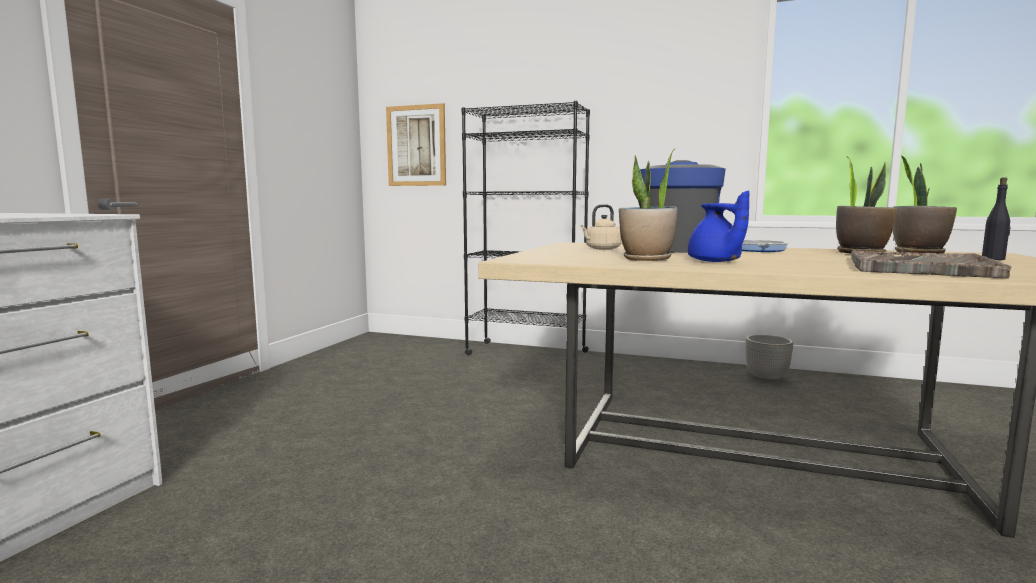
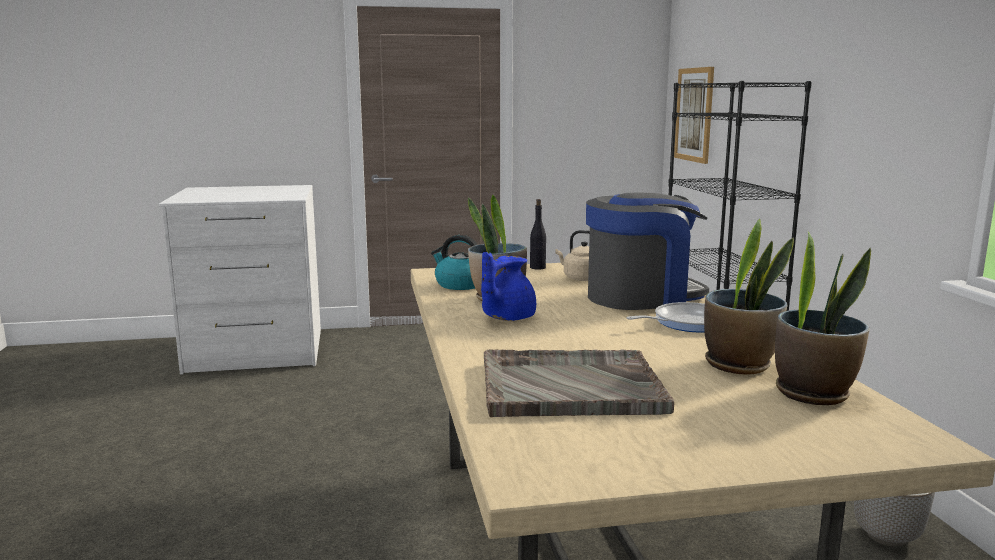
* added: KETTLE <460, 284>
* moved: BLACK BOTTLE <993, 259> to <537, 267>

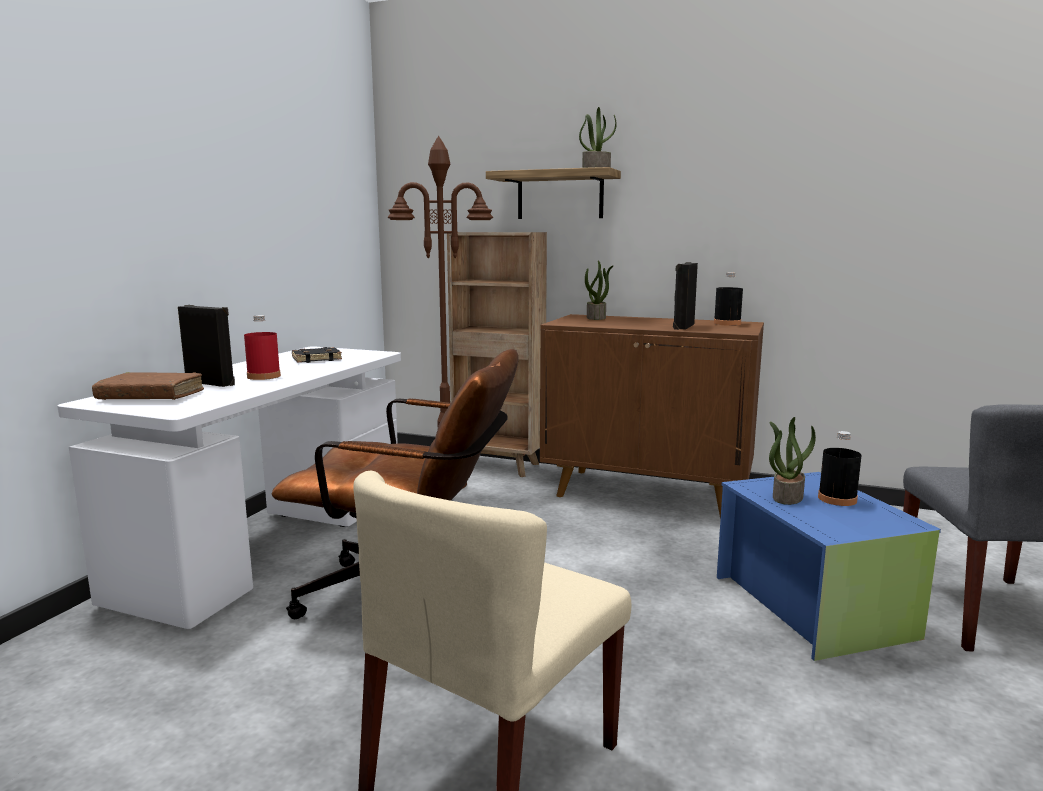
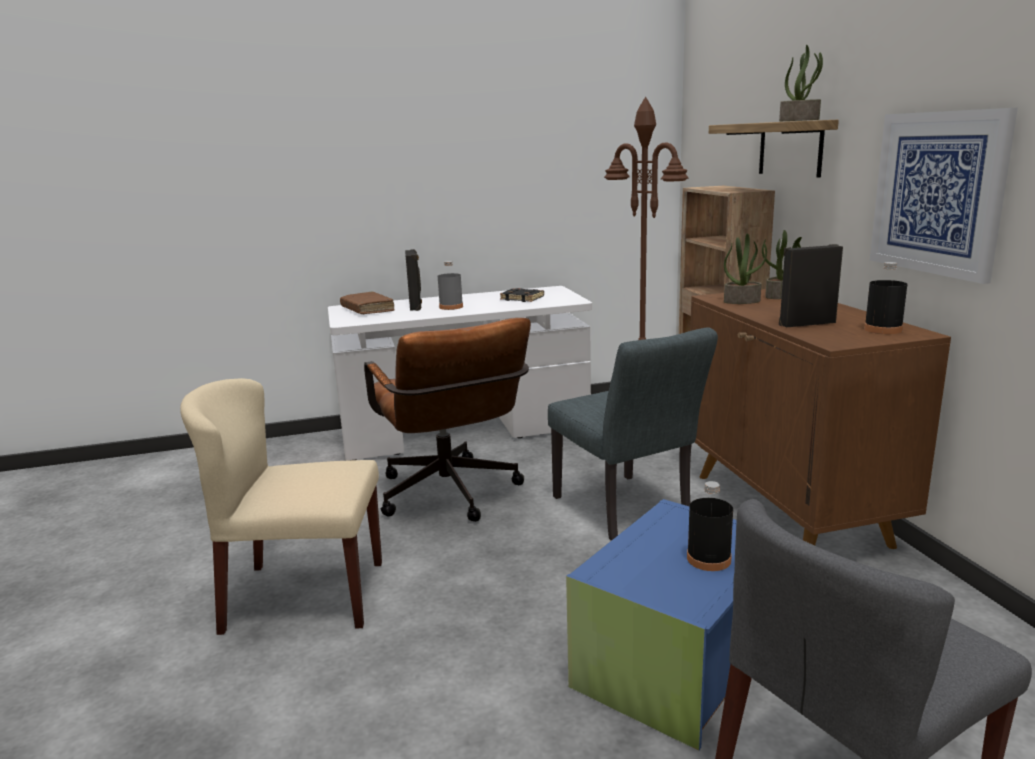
* added: GREY CHAIR <627, 511>
* added: PICTURE <937, 193>
* moved: POTTED PLANT <787, 496> to <742, 301>
* recoloured: RED BOTTLE <264, 376> to GREY BOTTLE <451, 307>

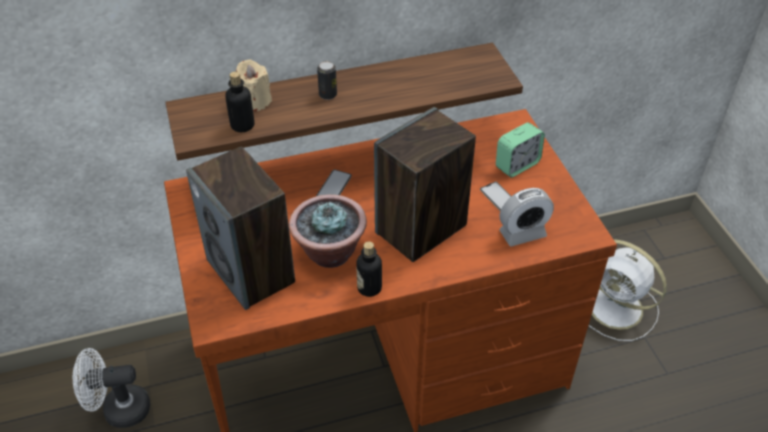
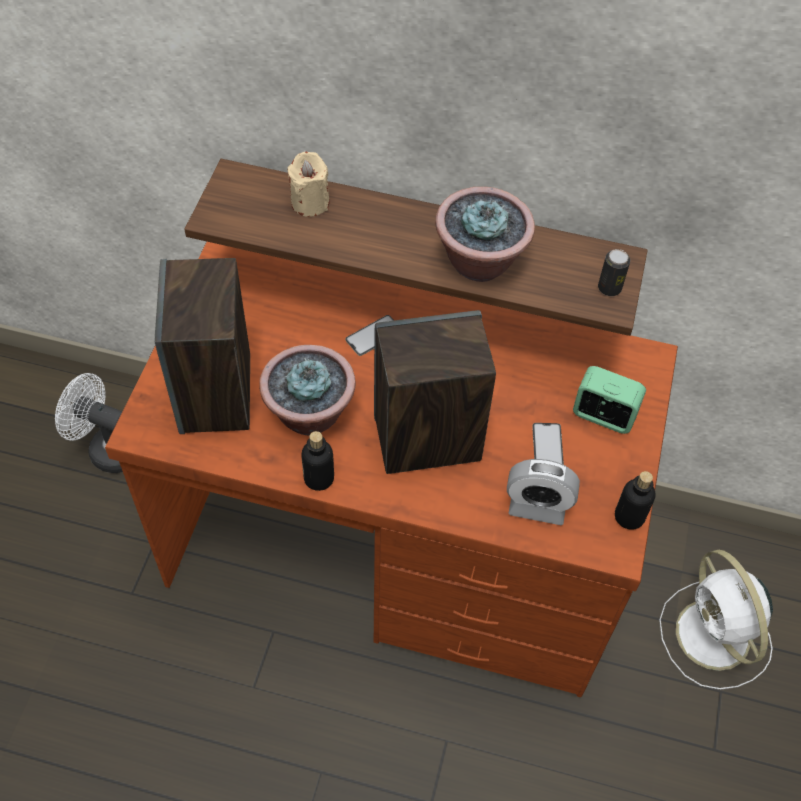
* added: POTTED PLANT <480, 262>
* moved: BOTTLE <242, 125> to <629, 517>
* moved: CAN <328, 95> to <609, 288>
* turned: ALARM CLOCK <517, 165> = <603, 416> 150 degrees counterclockwise

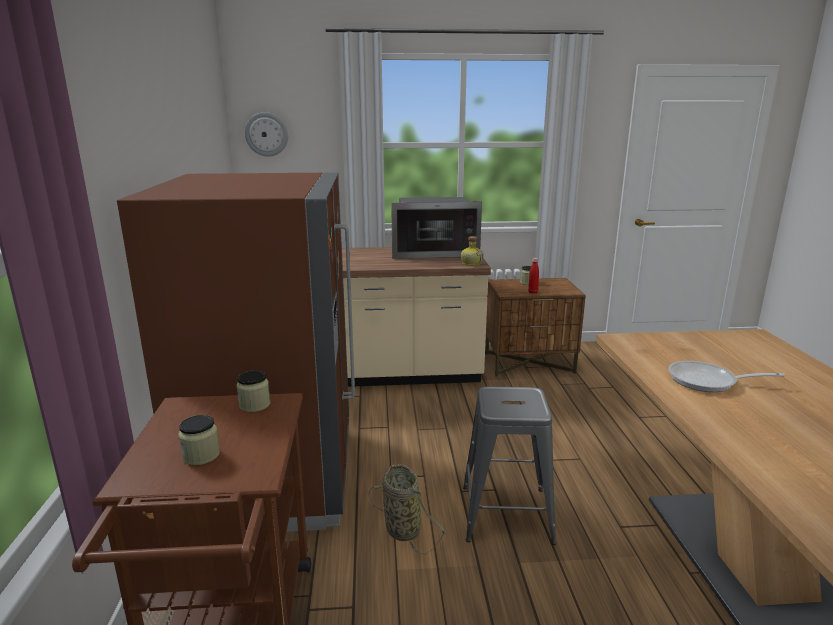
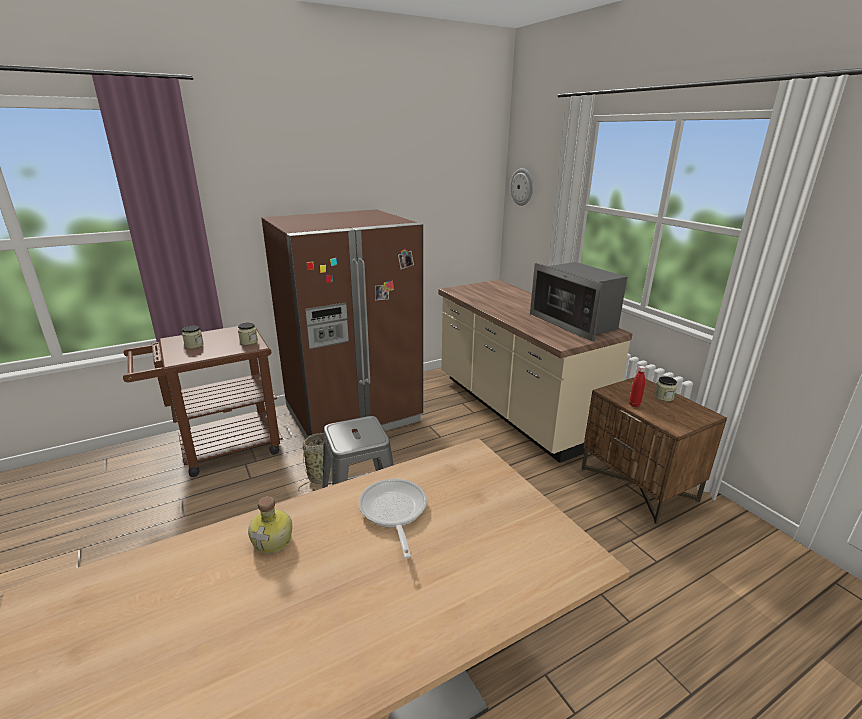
* moved: BOTTLE <471, 263> to <274, 540>

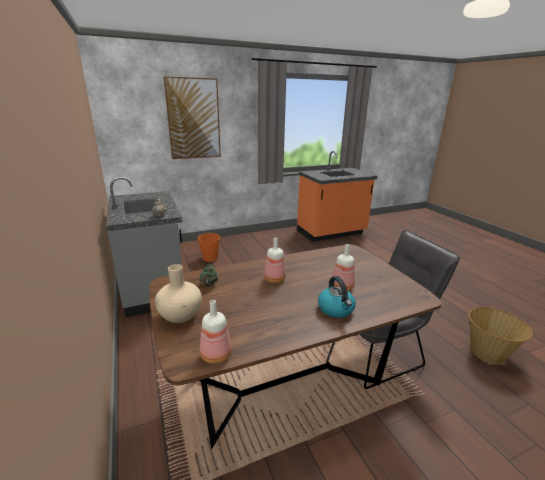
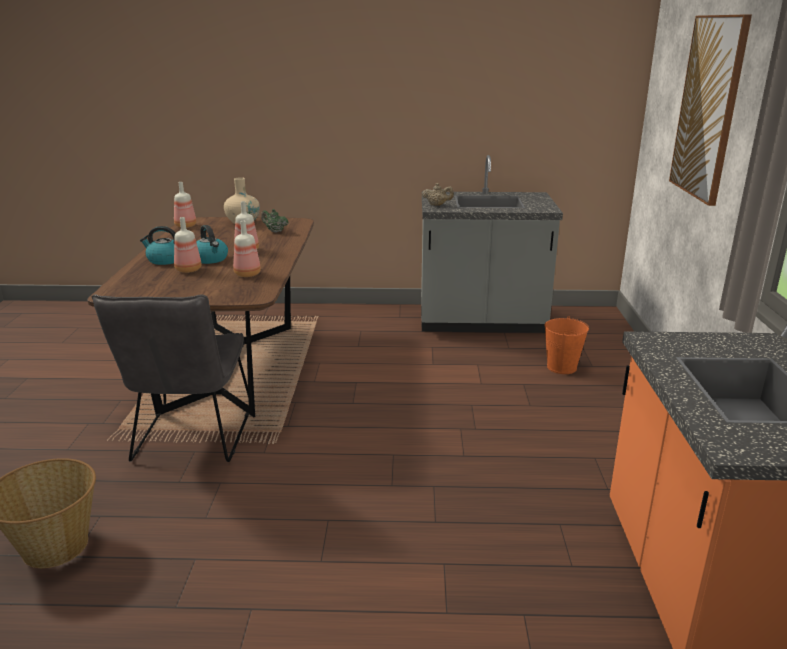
* added: KETTLE <210, 259>
* added: BOTTLE <247, 274>

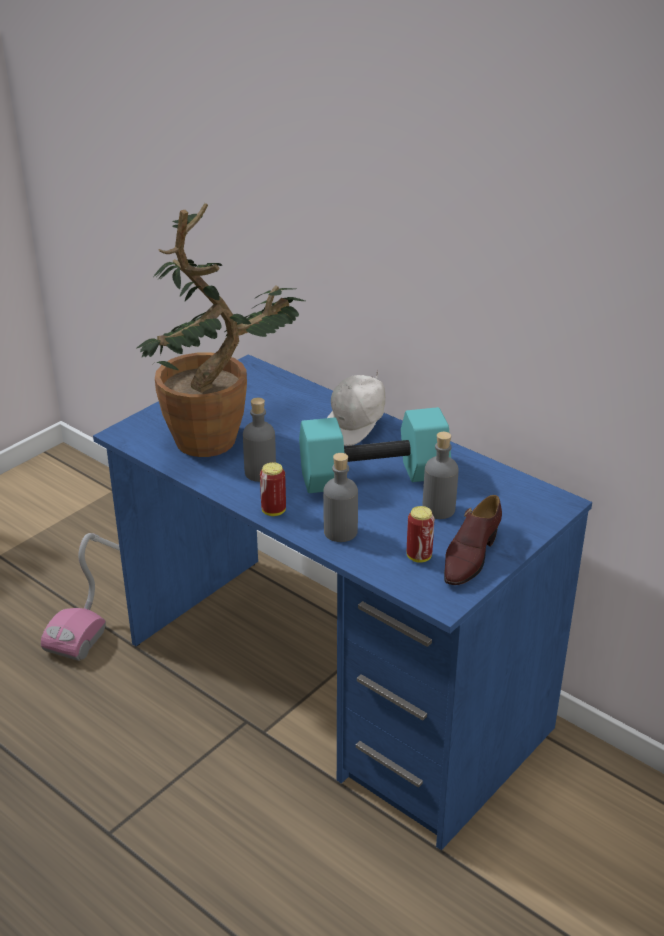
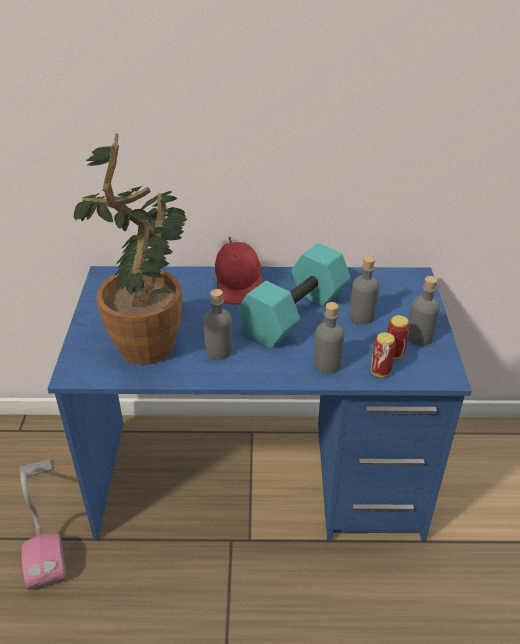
* moved: CAN <273, 511> to <380, 372>
* replaced: BROWN SHOE <470, 556> to GREY BOTTLE <419, 337>
* recoloured: WHITE CAP <356, 428> to RED CAP <239, 285>

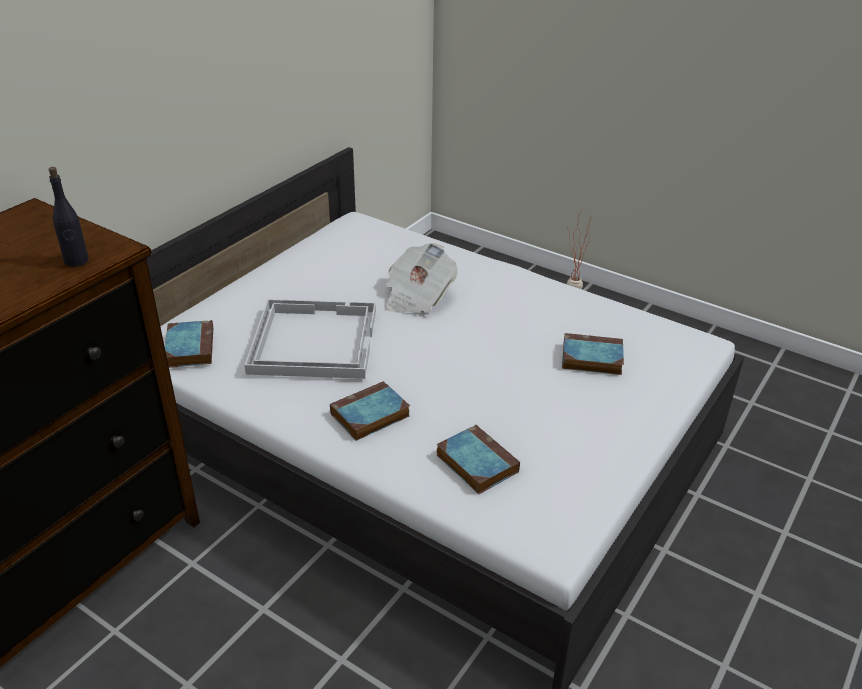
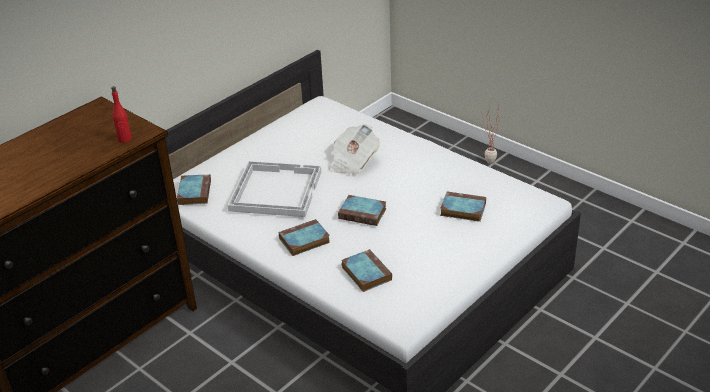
* added: BOOK <363, 213>
* recoloured: BLACK BOTTLE <76, 261> to RED BOTTLE <124, 139>

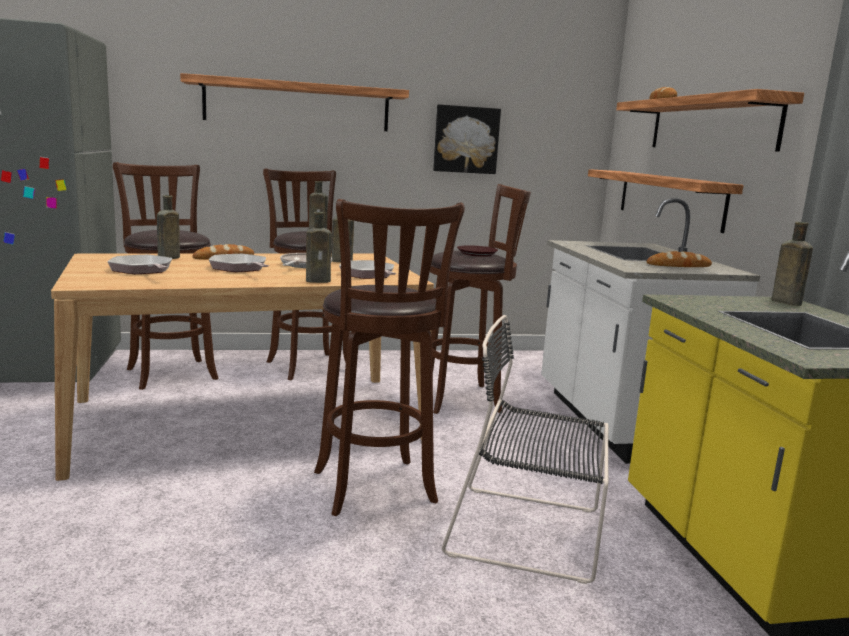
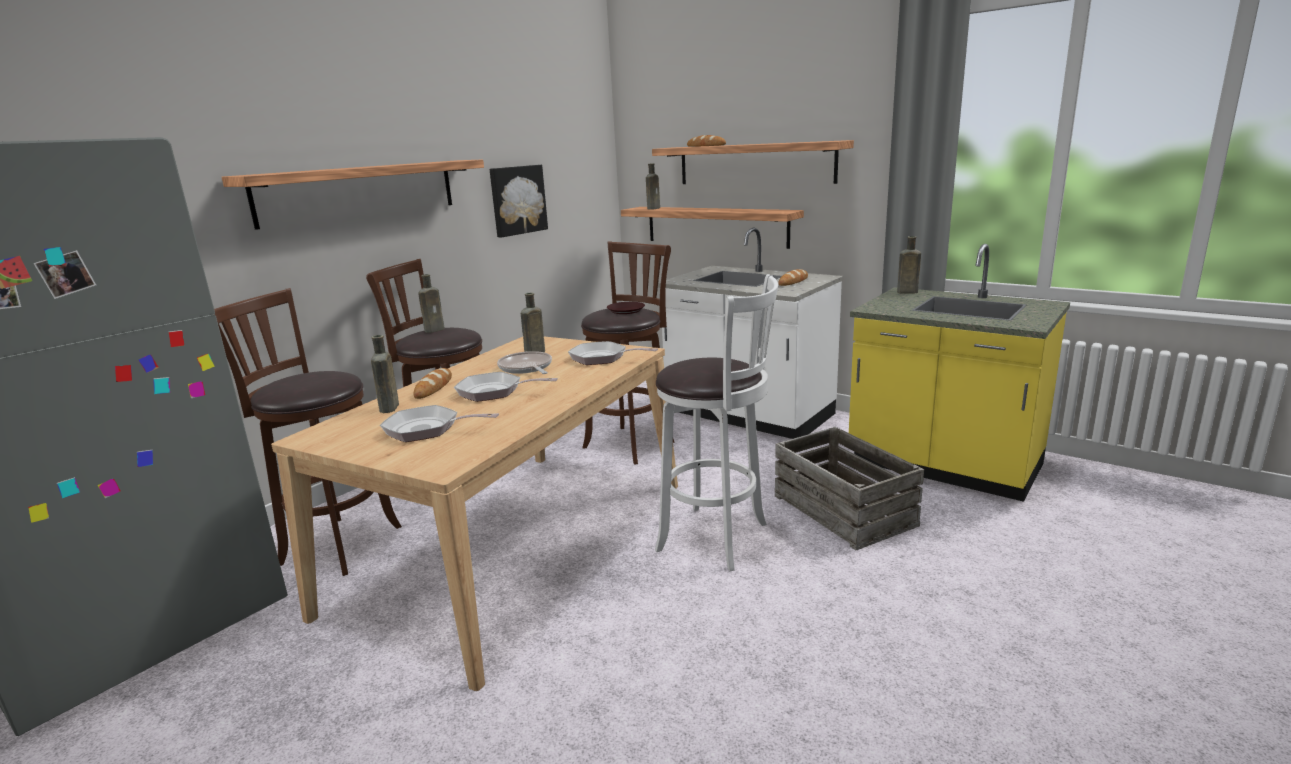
* moved: BROWN BOTTLE <320, 281> to <654, 208>
* replaced: BLACK CHAIR <530, 533> to CRATE <842, 511>
* recoloured: BROWN STOOL <376, 490> to WHITE STOOL <718, 538>

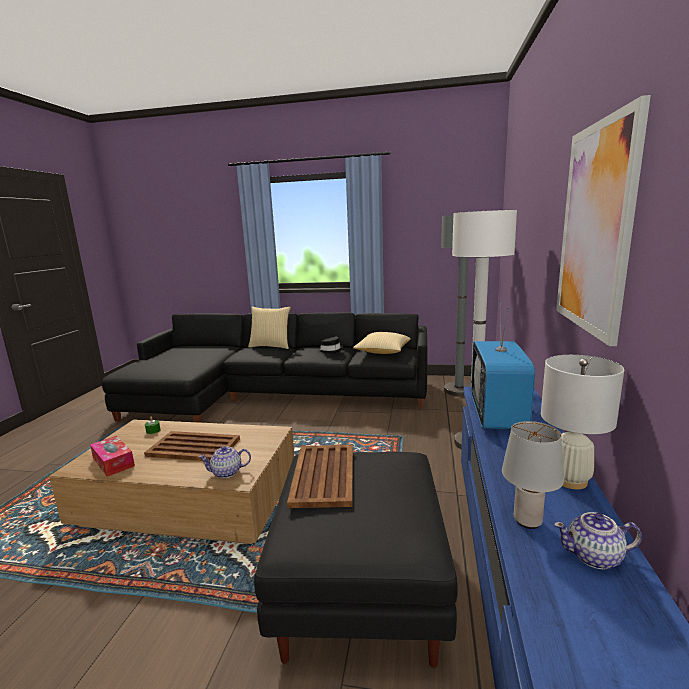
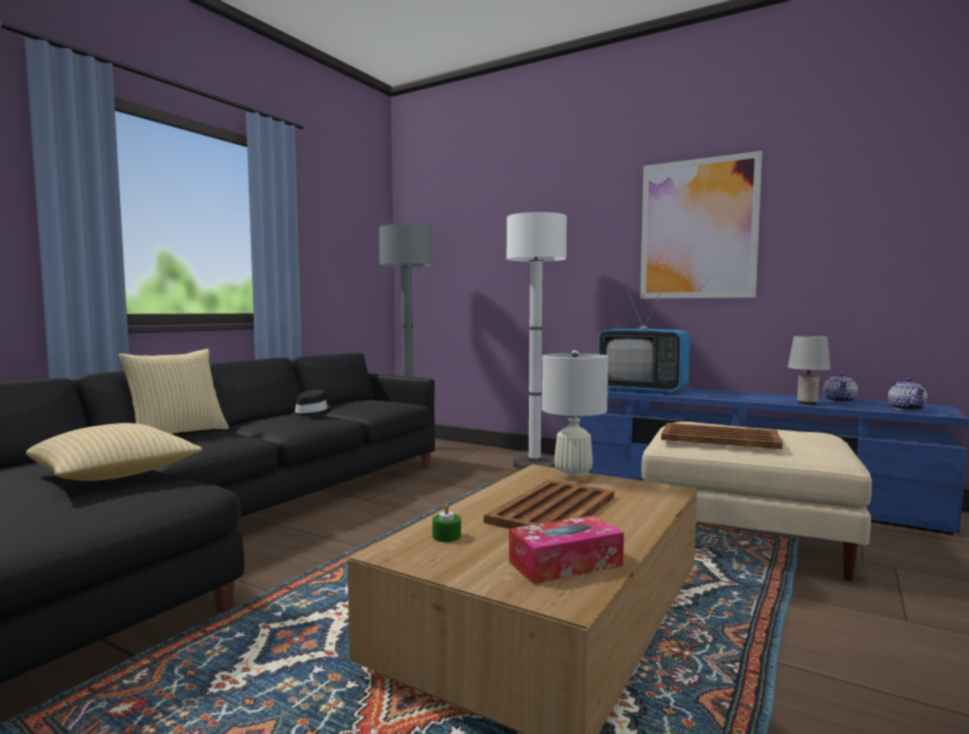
* moved: TEAPOT <227, 472> to <906, 409>
* moved: PILLOW <382, 352> to <115, 476>
* moved: WHITE TABLE LAMP <570, 480> to <573, 476>
* recoloured: BLACK OTTOMAN <359, 581> to BEIGE OTTOMAN <742, 538>

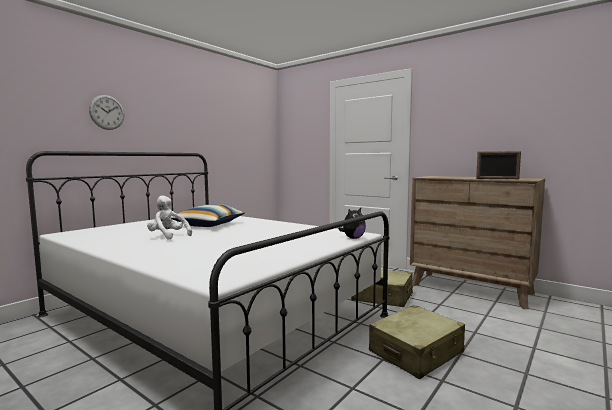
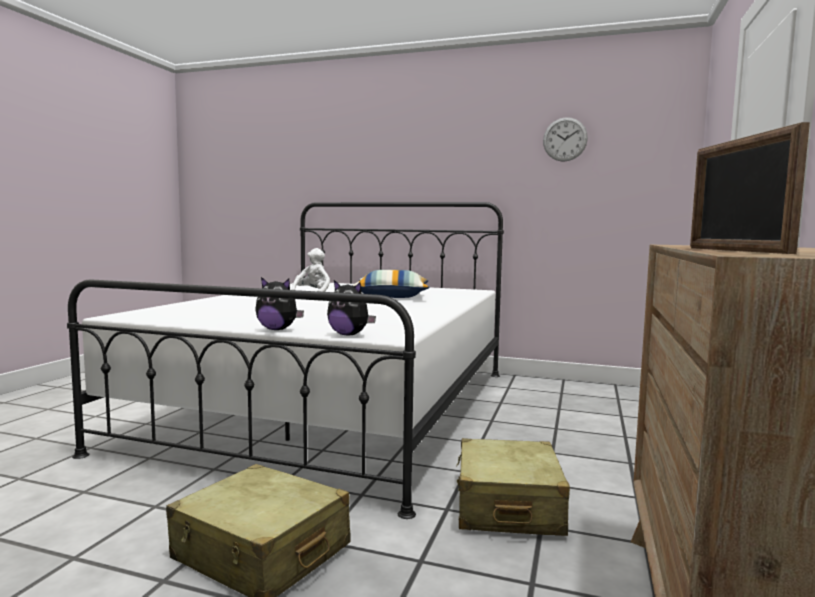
* added: PLUSH TOY <278, 329>
* moved: WALL CLOCK <107, 112> to <565, 139>

